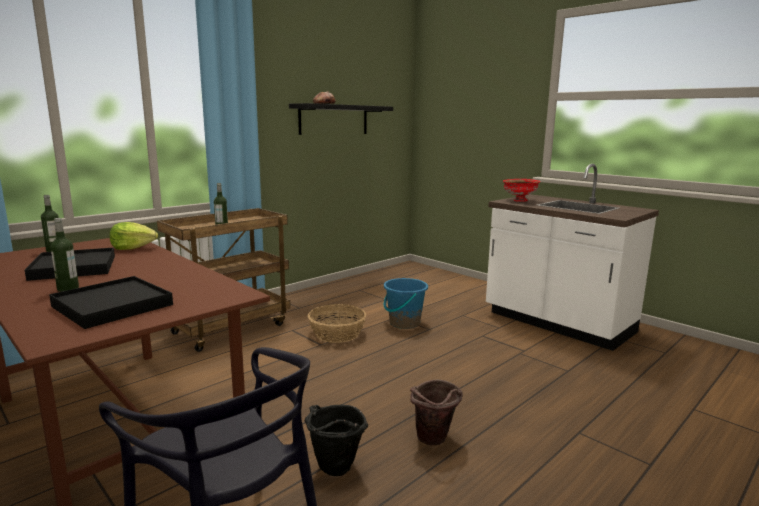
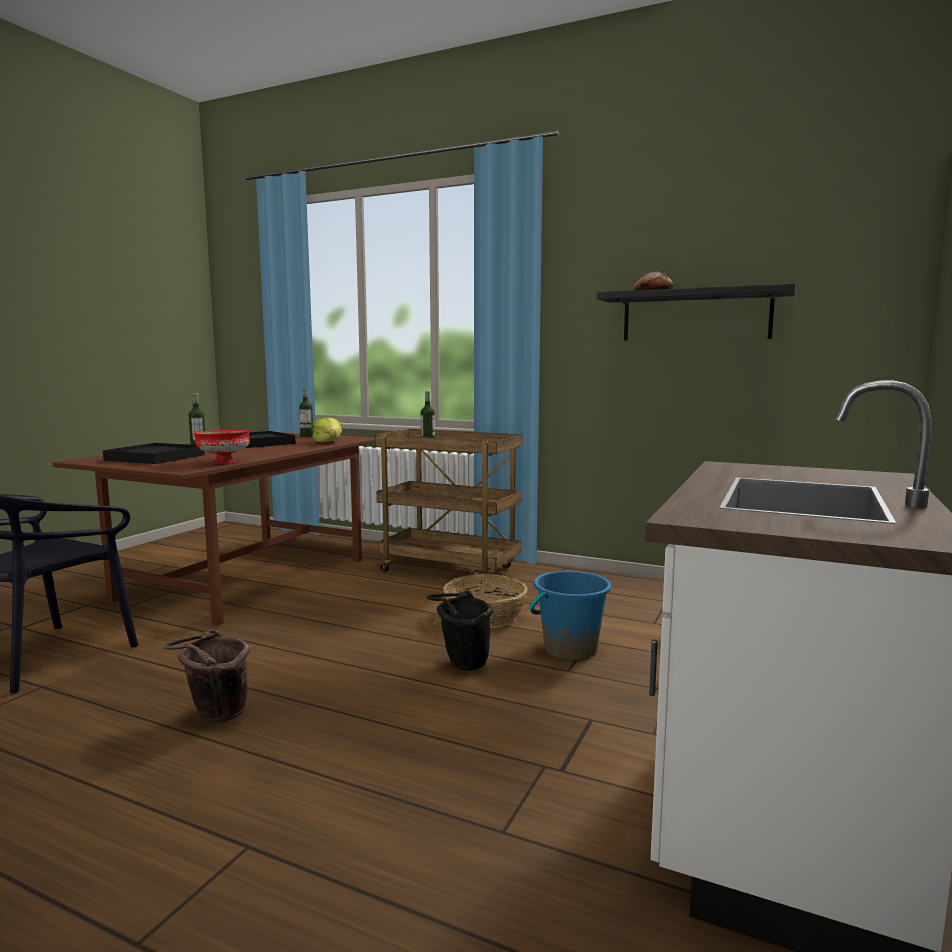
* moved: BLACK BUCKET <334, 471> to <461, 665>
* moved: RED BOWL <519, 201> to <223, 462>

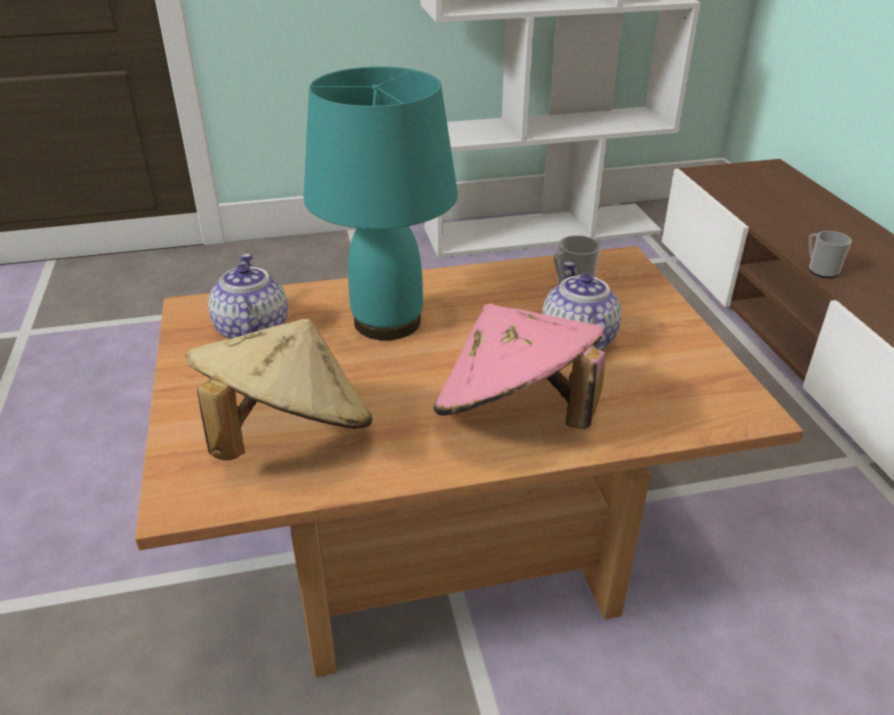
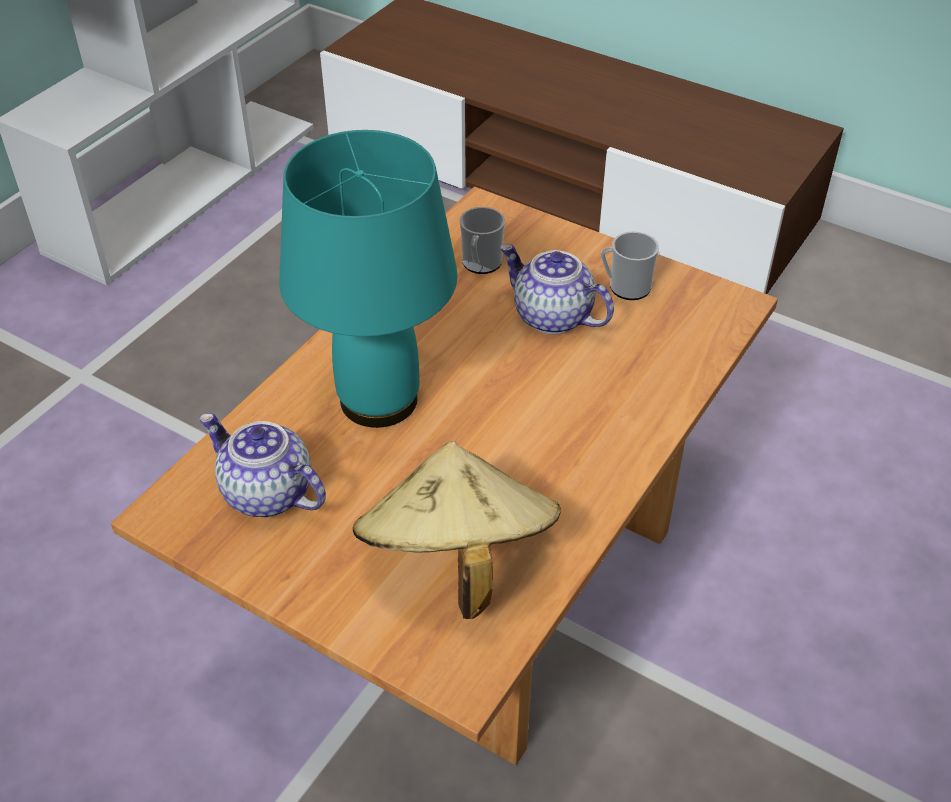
* removed: PINK HAT <515, 415>
* moved: MUG <820, 270> to <625, 287>

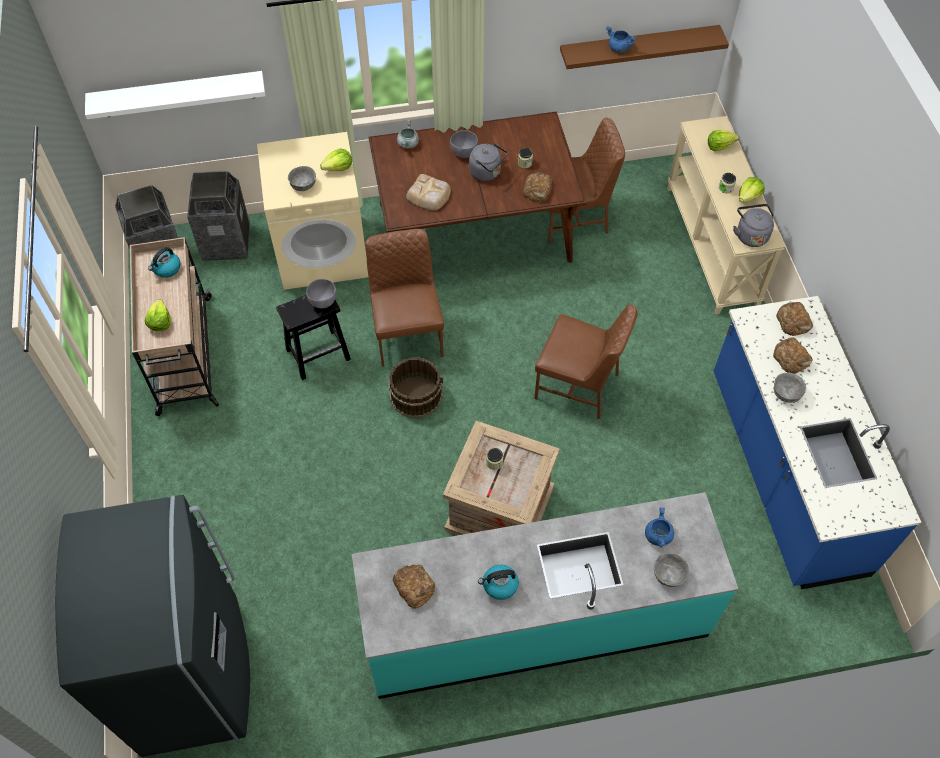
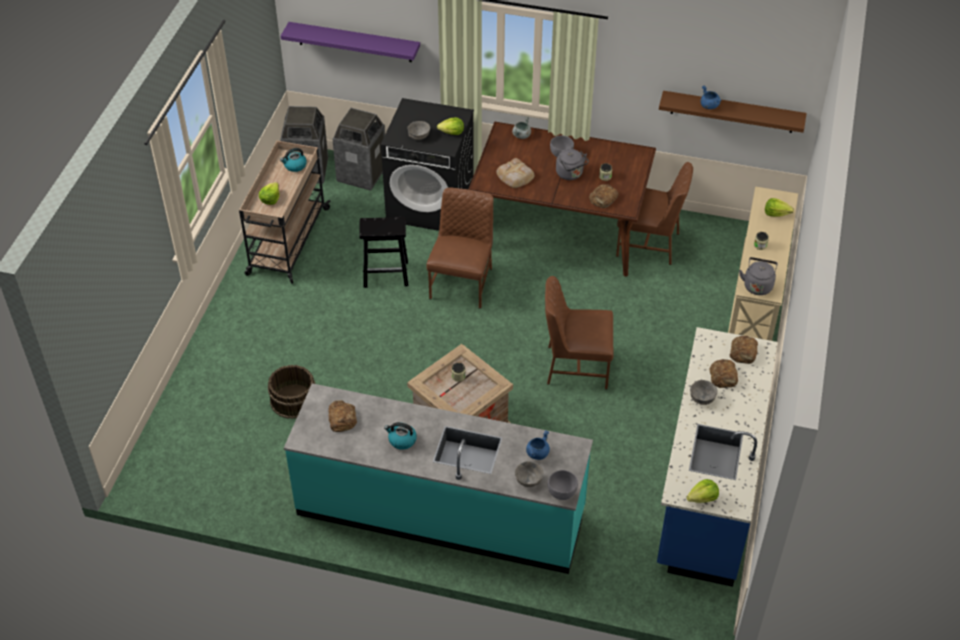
* removed: GREY FRIDGE <194, 672>
* moved: GREY BOWL <322, 302> to <561, 493>
* moved: BROWN BUCKET <416, 395> to <294, 400>
* moved: LETTUCE <748, 196> to <702, 498>
* recoloured: WHITE SHELF <178, 94> to PURPLE SHELF <354, 42>
* recoloured: BEIGE WASHING MACHINE <322, 252> to BLACK WASHING MACHINE <431, 204>
* turned: BROWN CHAIR <578, 386> = <576, 366> 135 degrees clockwise

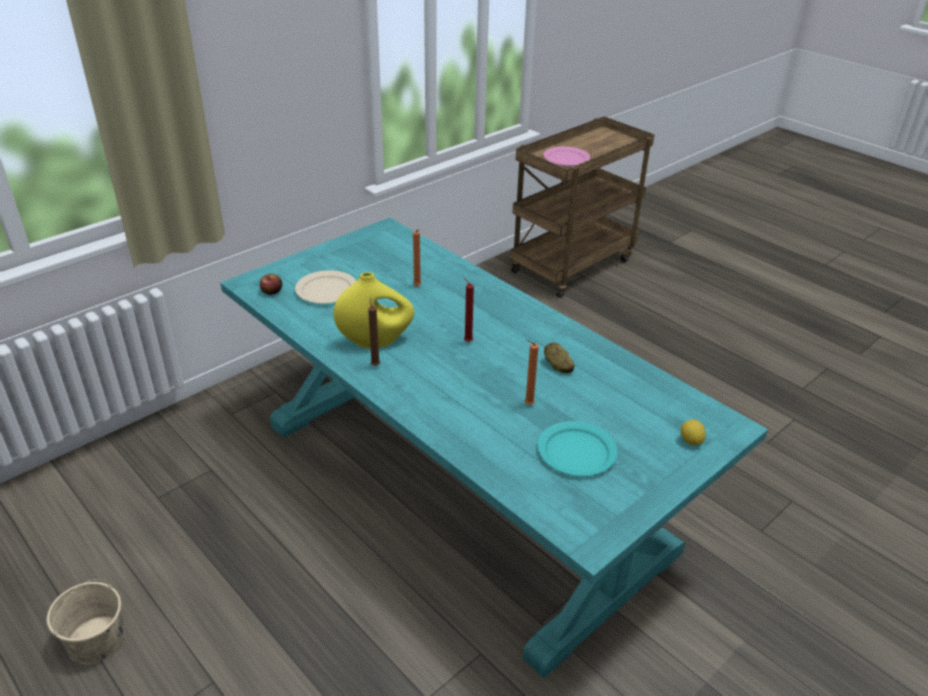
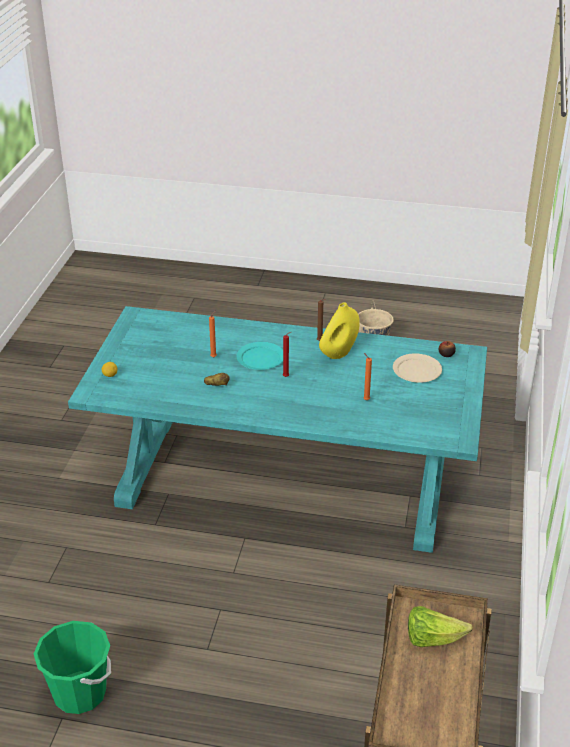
* added: GREEN BUCKET <80, 693>
* moved: TURQUOISE PLATE <577, 451> to <260, 358>
* replaced: PINK PLATE <566, 159> to LETTUCE <432, 639>

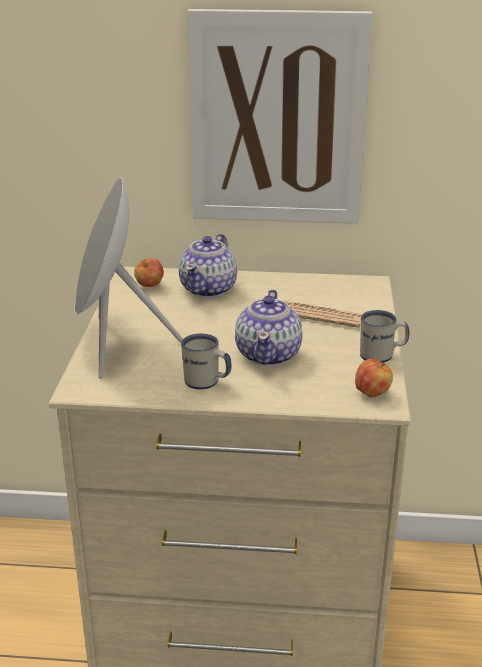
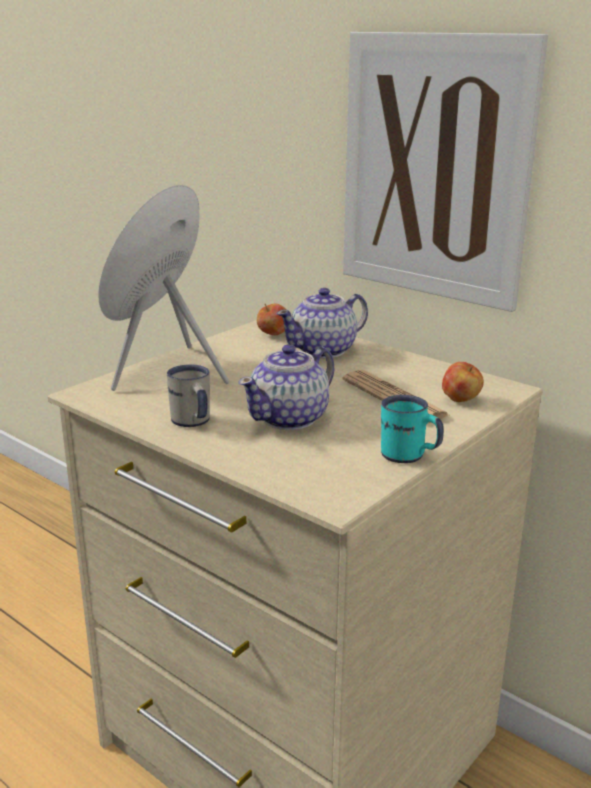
* moved: APPLE <372, 393> to <461, 400>
* recoloured: WHITE MUG <382, 356> to TURQUOISE MUG <409, 457>

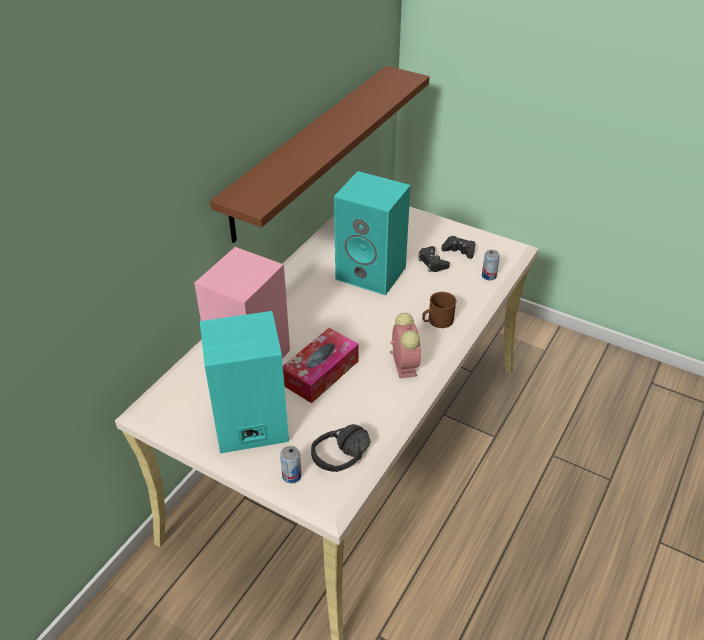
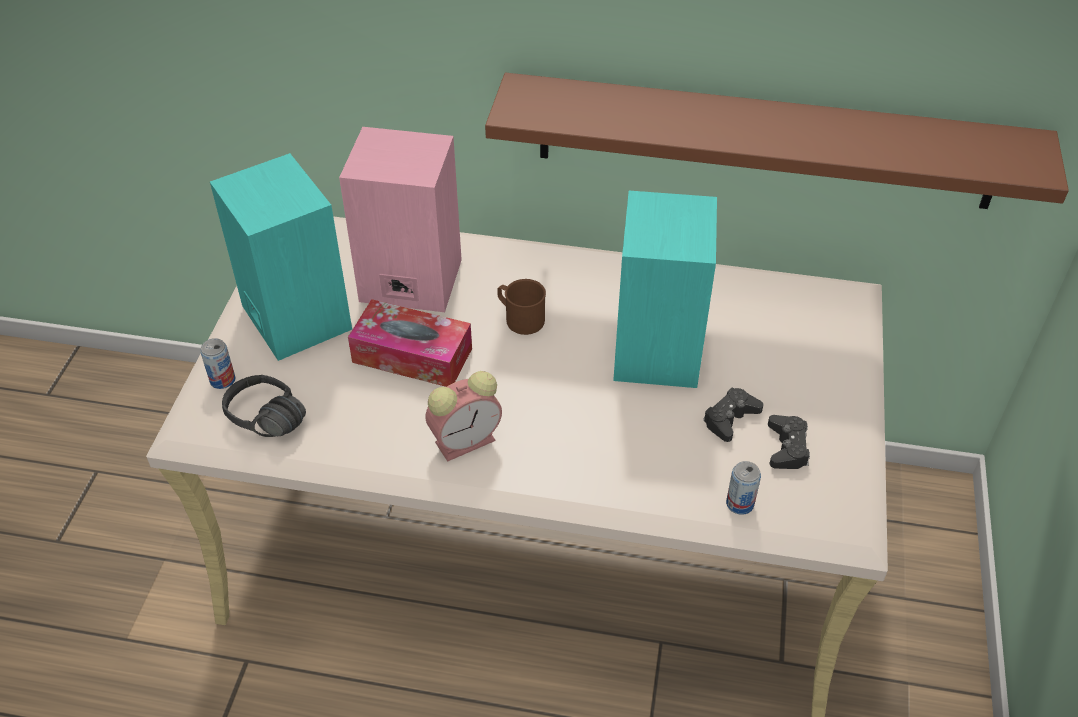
* moved: BROWN MUG <437, 321> to <520, 318>

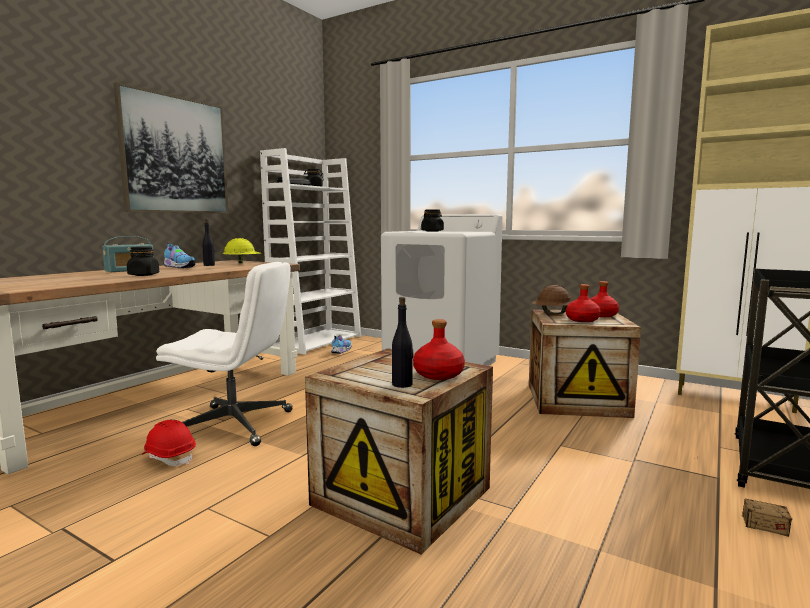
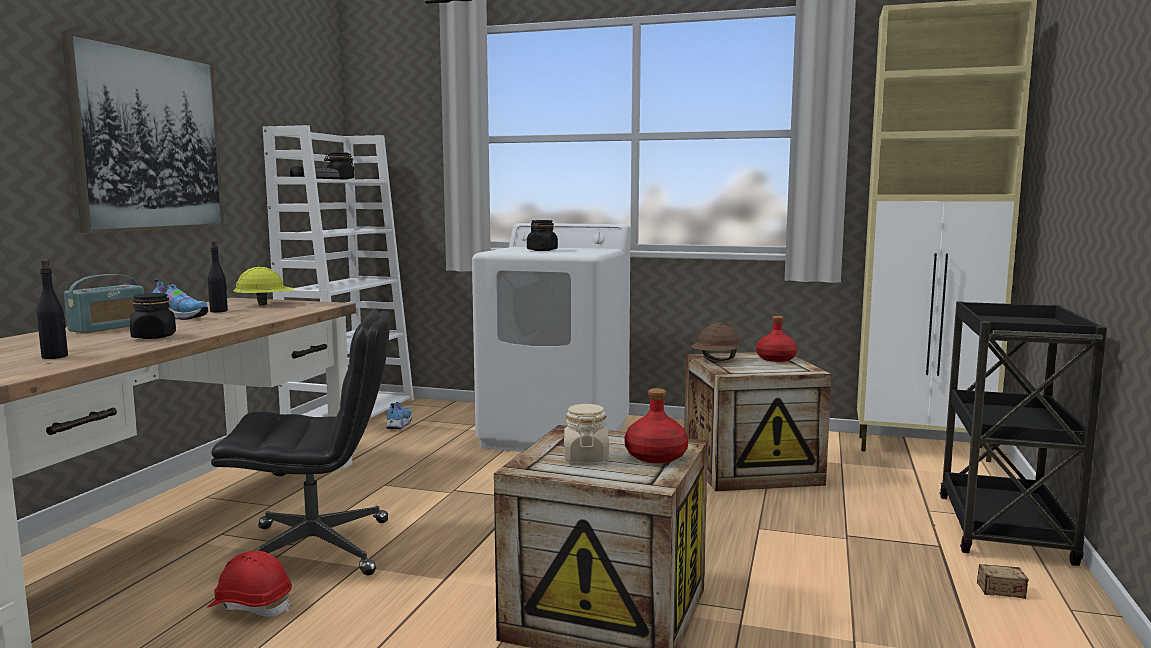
* removed: RED BOTTLE <582, 320>
* added: BEIGE JAR <585, 458>
* moved: BLACK BOTTLE <402, 384> to <55, 356>
* recoloured: WHITE OFFICE CHAIR <235, 425> to BLACK OFFICE CHAIR <316, 550>

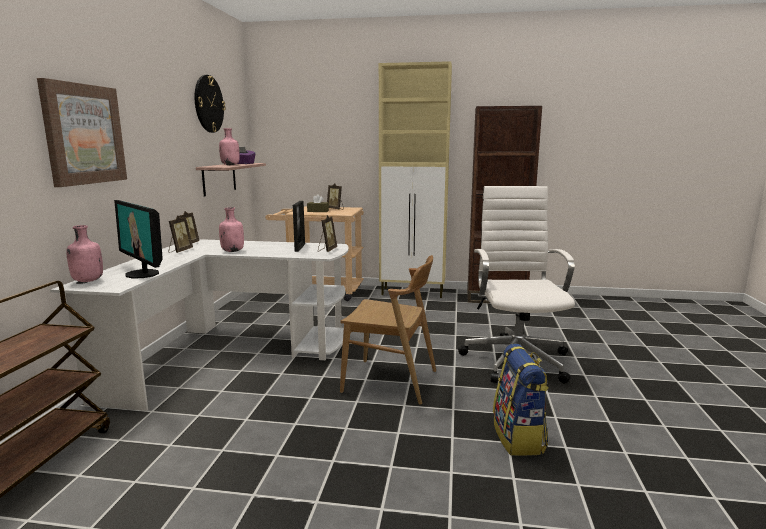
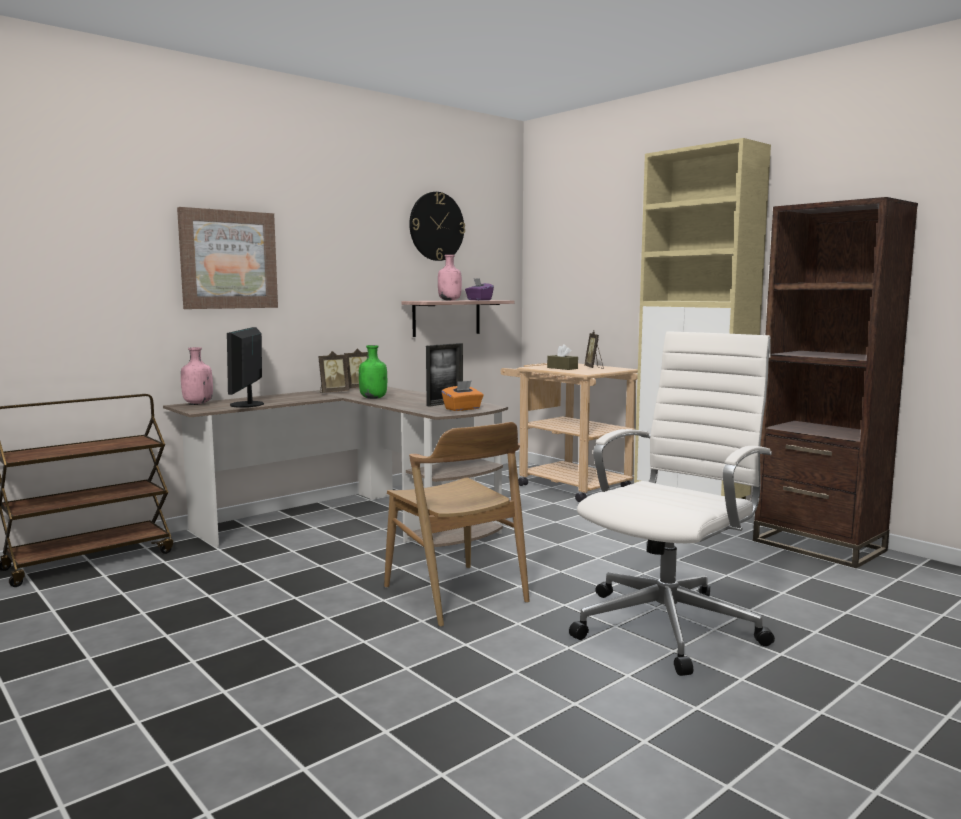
* removed: BACKPACK <519, 438>
* replaced: PICTURE FRAME <327, 250> to ORANGE TISSUE BOX <462, 409>
* recoloured: WHITE DESK <227, 353> to BROWN DESK <356, 521>
* recoloured: PINK BOTTLE <232, 251> to GREEN BOTTLE <373, 398>

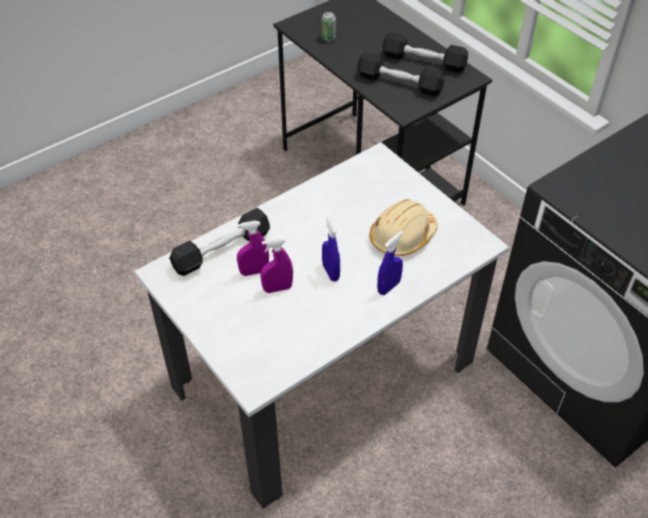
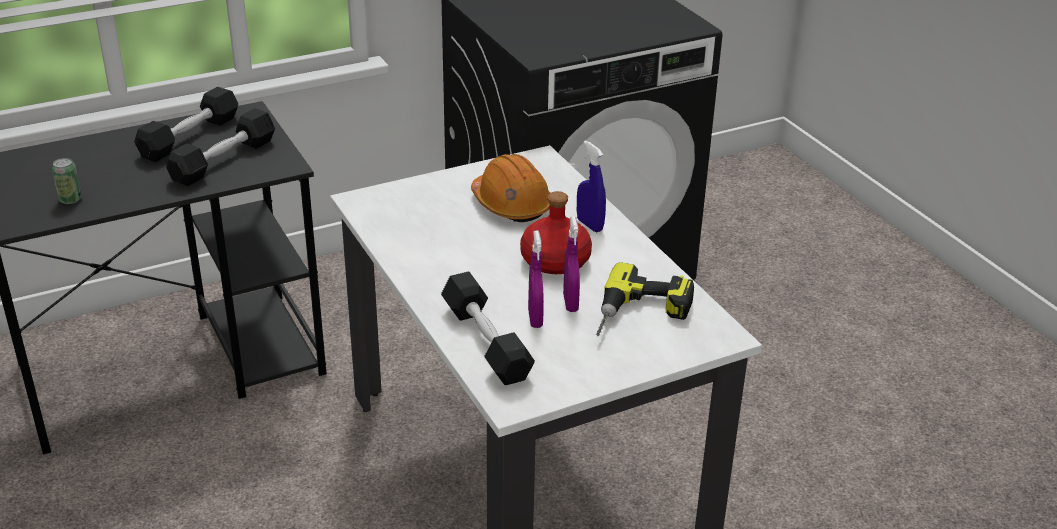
* added: POWER DRILL <641, 315>
* replaced: BLUE SPRAY BOTTLE <330, 272> to RED BOTTLE <554, 261>
* recoloured: BEIGE HARD HAT <402, 236> to ORANGE HARD HAT <511, 204>

